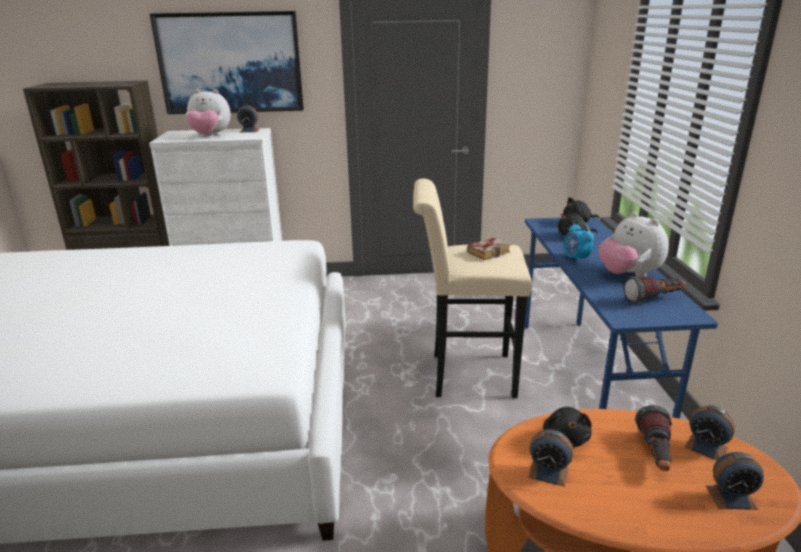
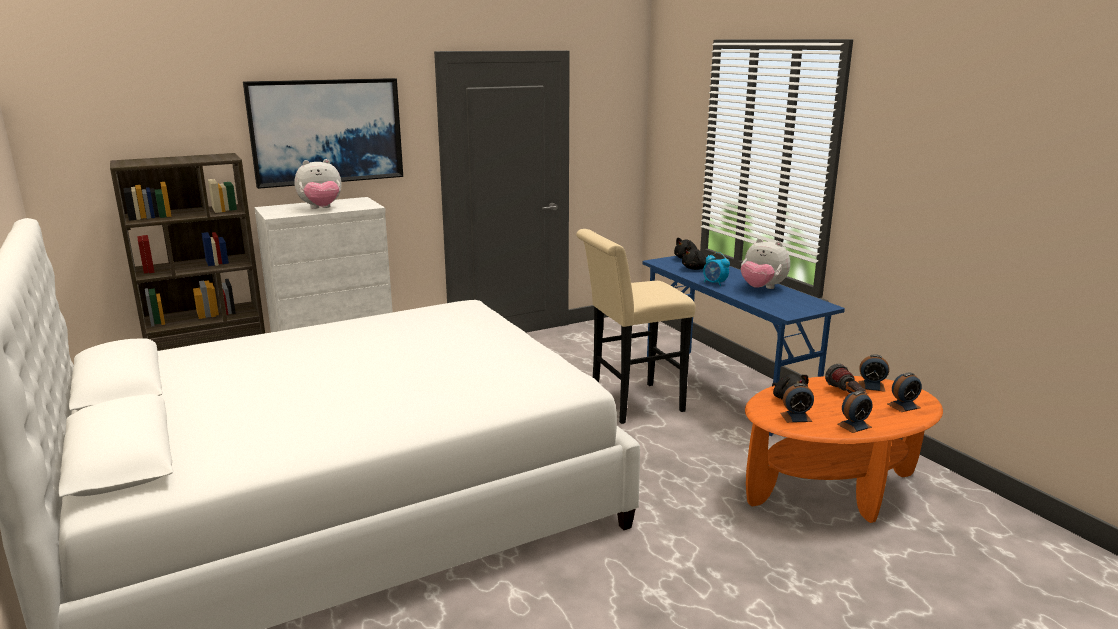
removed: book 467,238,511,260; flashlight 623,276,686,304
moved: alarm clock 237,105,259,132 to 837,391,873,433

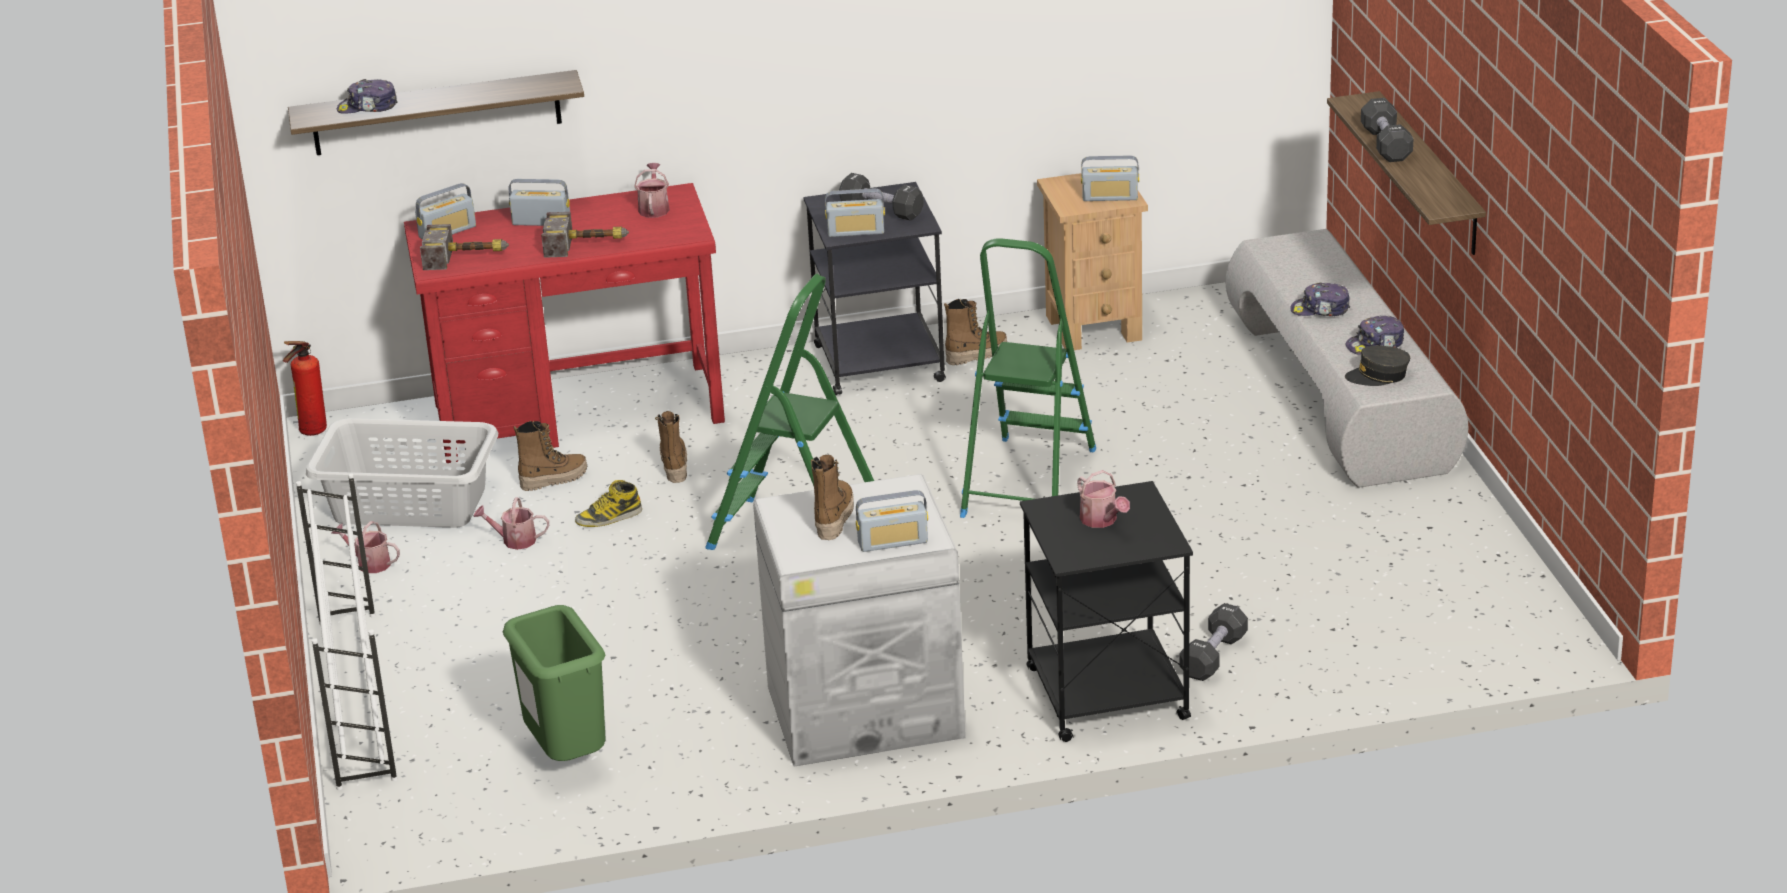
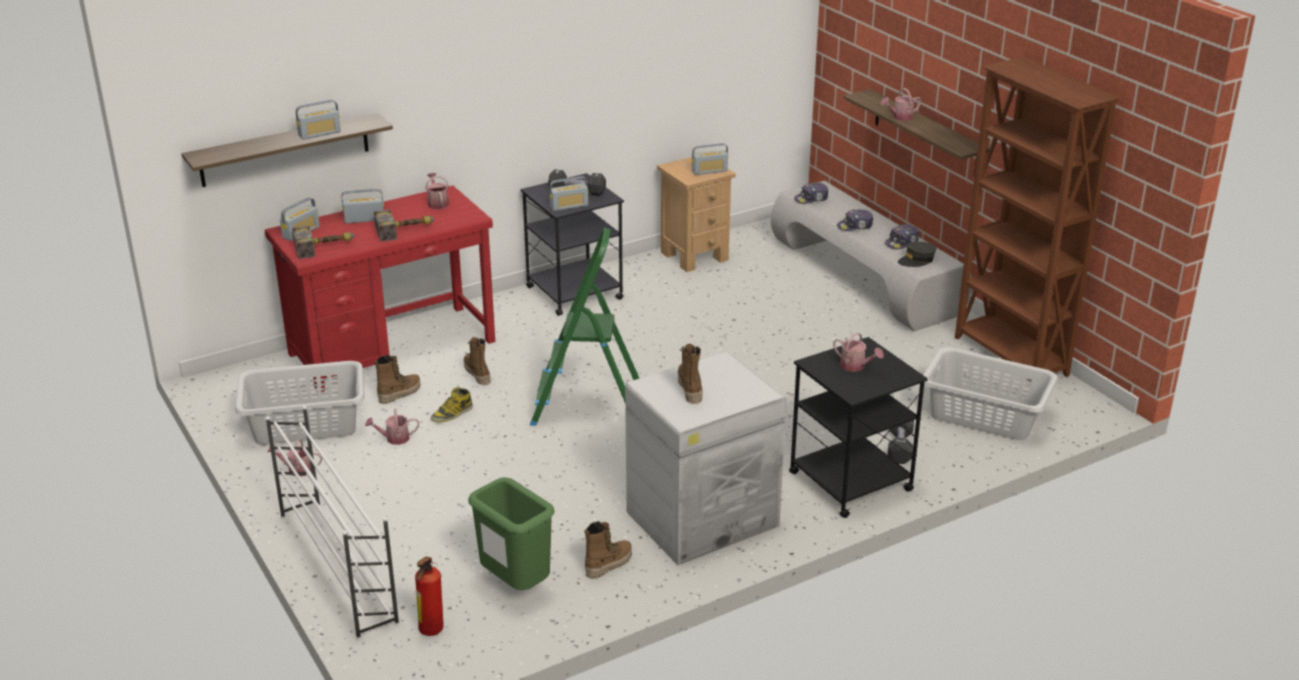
removed: green step ladder 960,238,1096,518
added: grey laundry basket 923,348,1058,440; brown bookcase 955,57,1121,381
moved: fire extinguisher 283,341,327,436 to 415,557,443,636; cap 337,79,398,114 to 794,182,828,204; radio 856,490,928,552 to 296,100,341,140; boot 944,299,1007,365 to 584,521,632,579
replaced: black dumbbell 1361,98,1413,162 to watering can 881,88,922,121

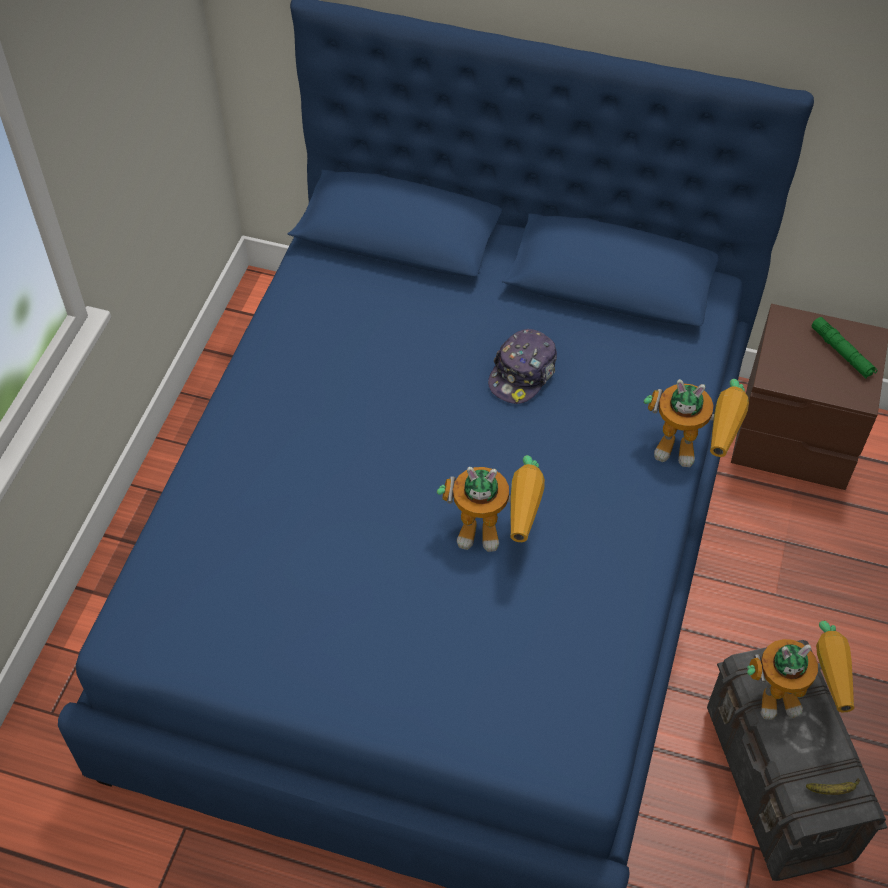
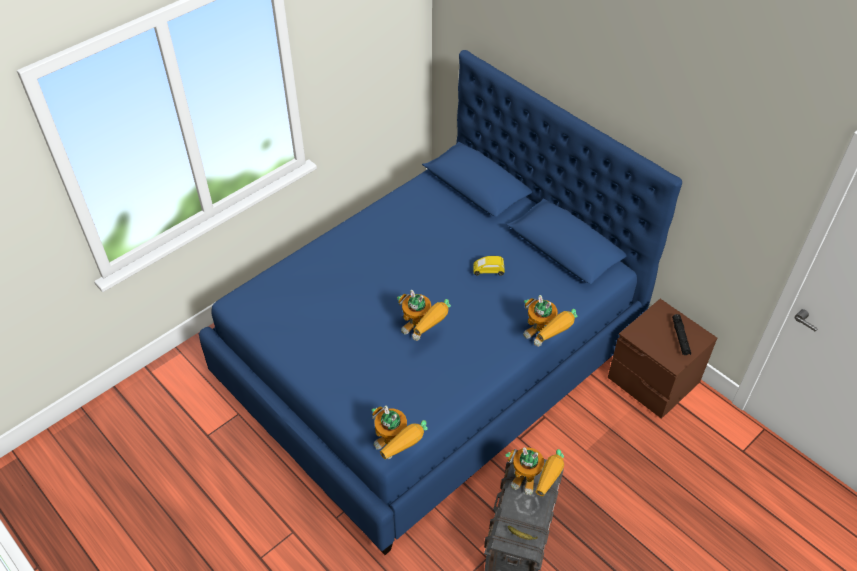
added: toy robot 372,406,428,460
replaced: cap 488,329,557,404 to yellow toy car 473,256,505,276
recoloured: green flashlight 812,317,877,379 to black flashlight 672,314,691,355

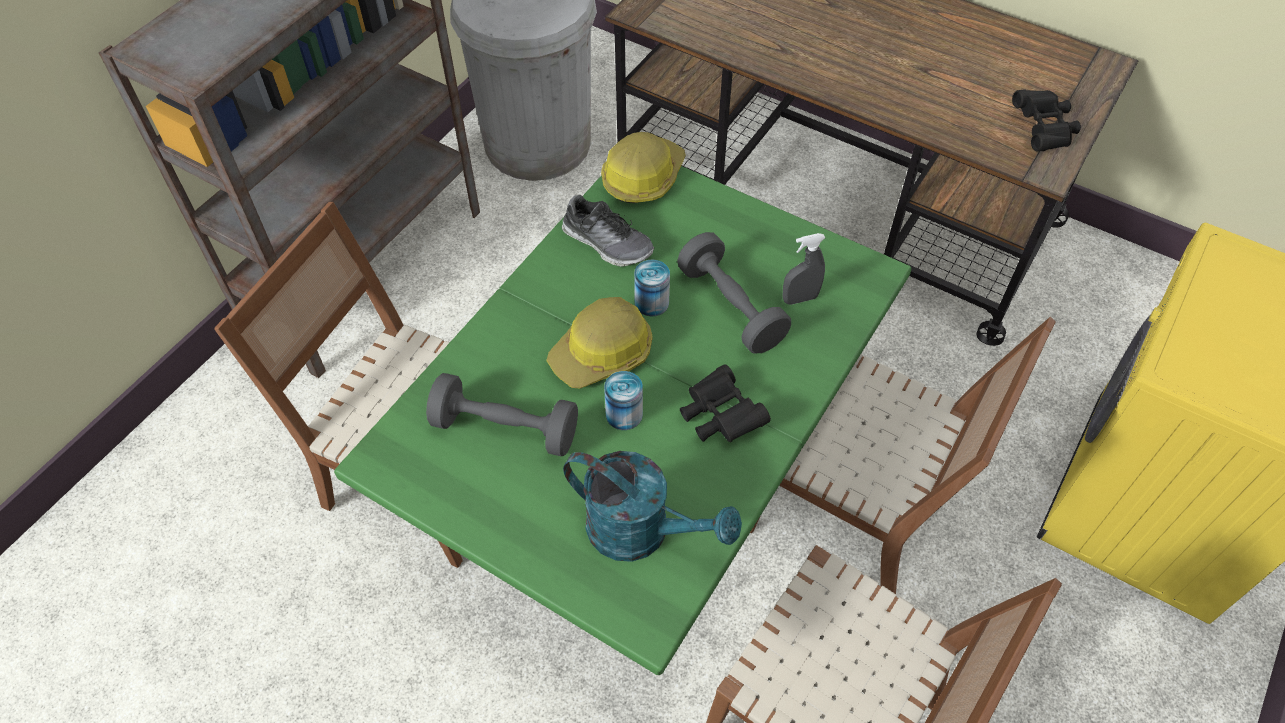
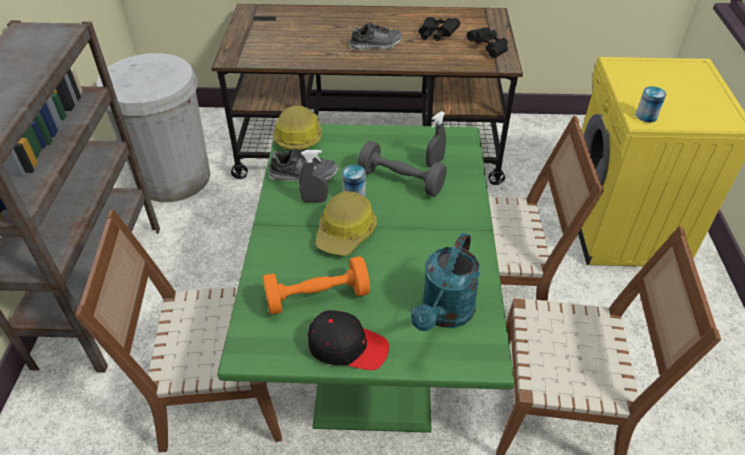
added: grey spray bottle 299,150,328,203; black cap 308,310,389,370; shoe 349,23,402,51
moved: can 604,371,643,430 to 636,86,666,122; black binoculars 680,364,771,442 to 419,17,460,41
recoloured: grey dumbbell 426,373,578,456 to orange dumbbell 263,256,370,315
turned: turquoise watering can 563,451,742,562 = 411,233,480,331 120 degrees clockwise

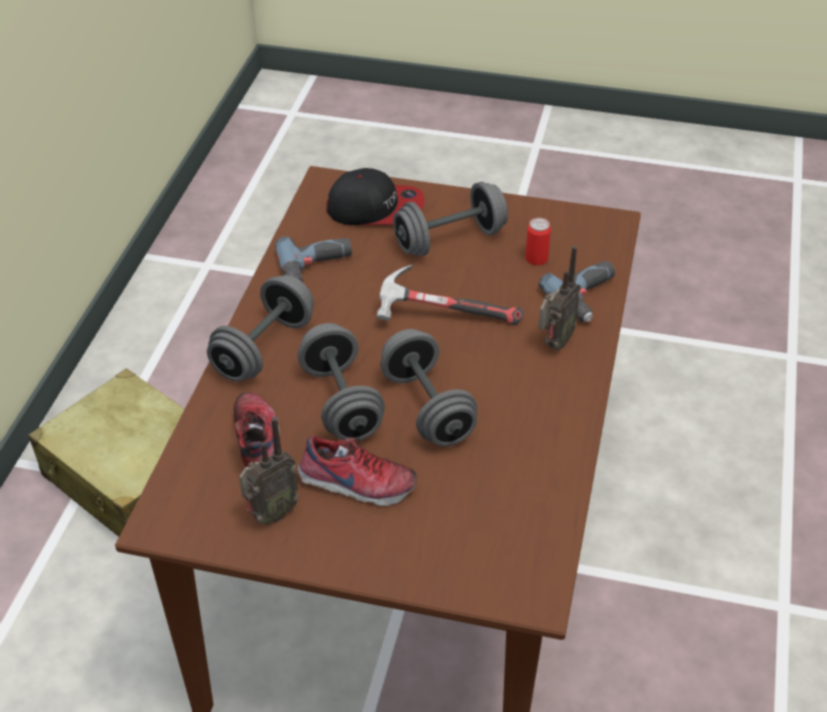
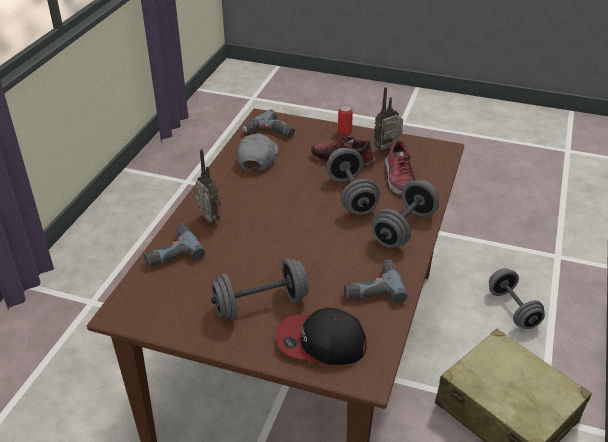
removed: hammer 376,264,523,325
added: grey cap 237,133,279,171; power drill 242,109,295,138
moved: grey dumbbell 381,329,477,446 to 489,268,545,329; can 525,218,551,265 to 338,105,353,135
turned: radio 538,246,581,350 = 193,149,221,223 105 degrees clockwise

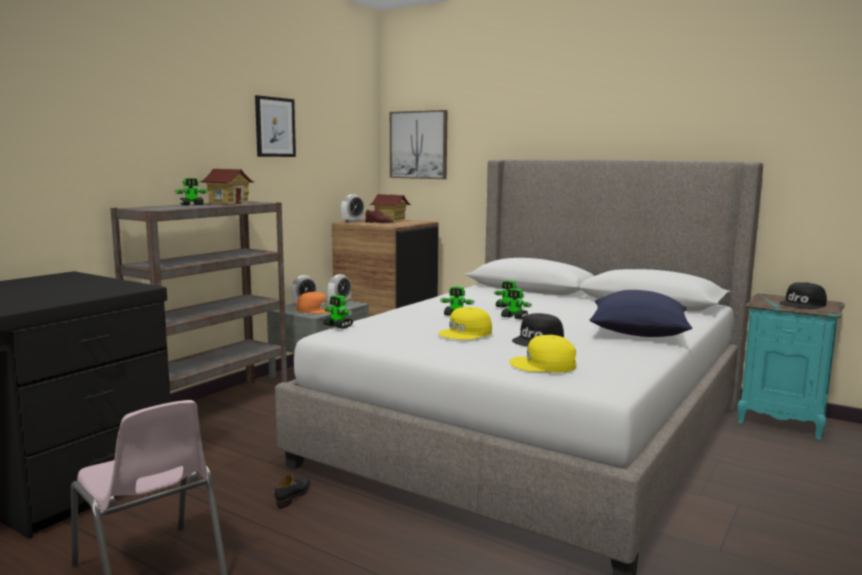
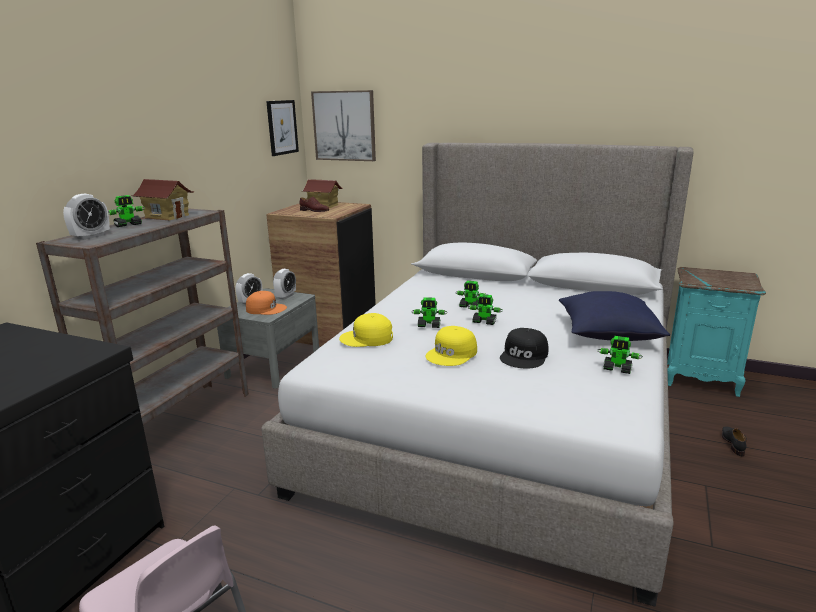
removed: black cap 779,282,827,309
moved: picture 255,95,296,157 to 266,100,299,156; black shoe 275,474,310,508 to 722,426,747,457; toy robot 323,295,353,329 to 598,336,643,374; alarm clock 341,194,364,222 to 63,194,110,240; yellow cap 509,335,576,373 to 339,313,393,347

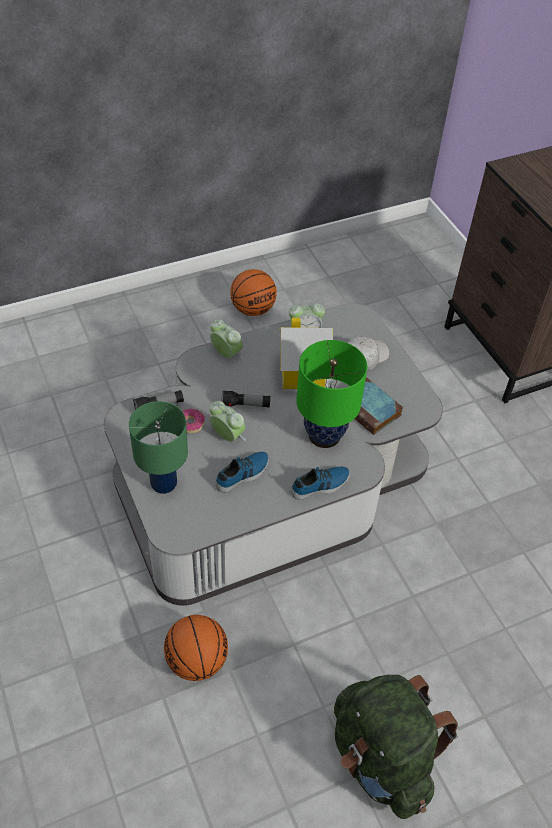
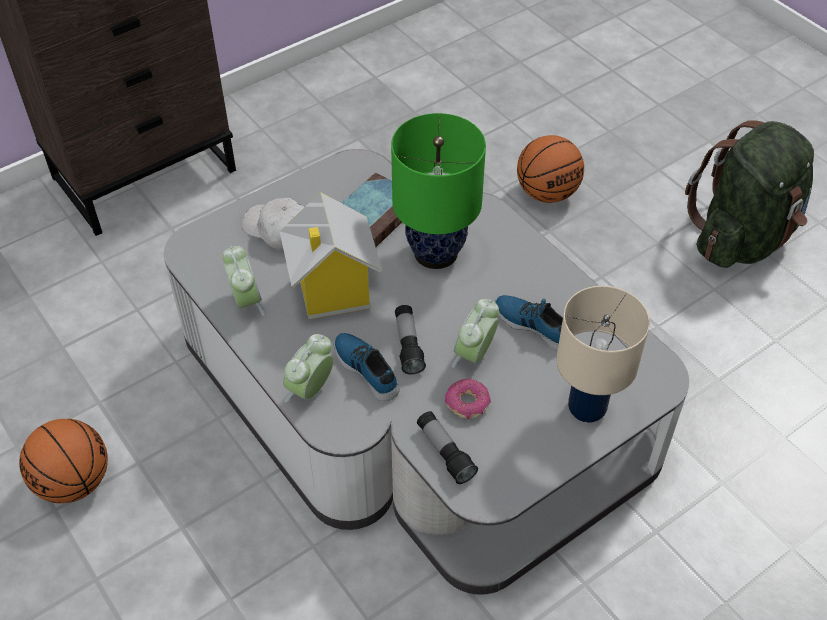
moved: basketball 164,615,228,681 to 517,135,584,203; shoe 291,467,350,500 to 334,333,400,401
recoloured: green table lamp 129,401,188,494 to beige table lamp 556,286,650,423

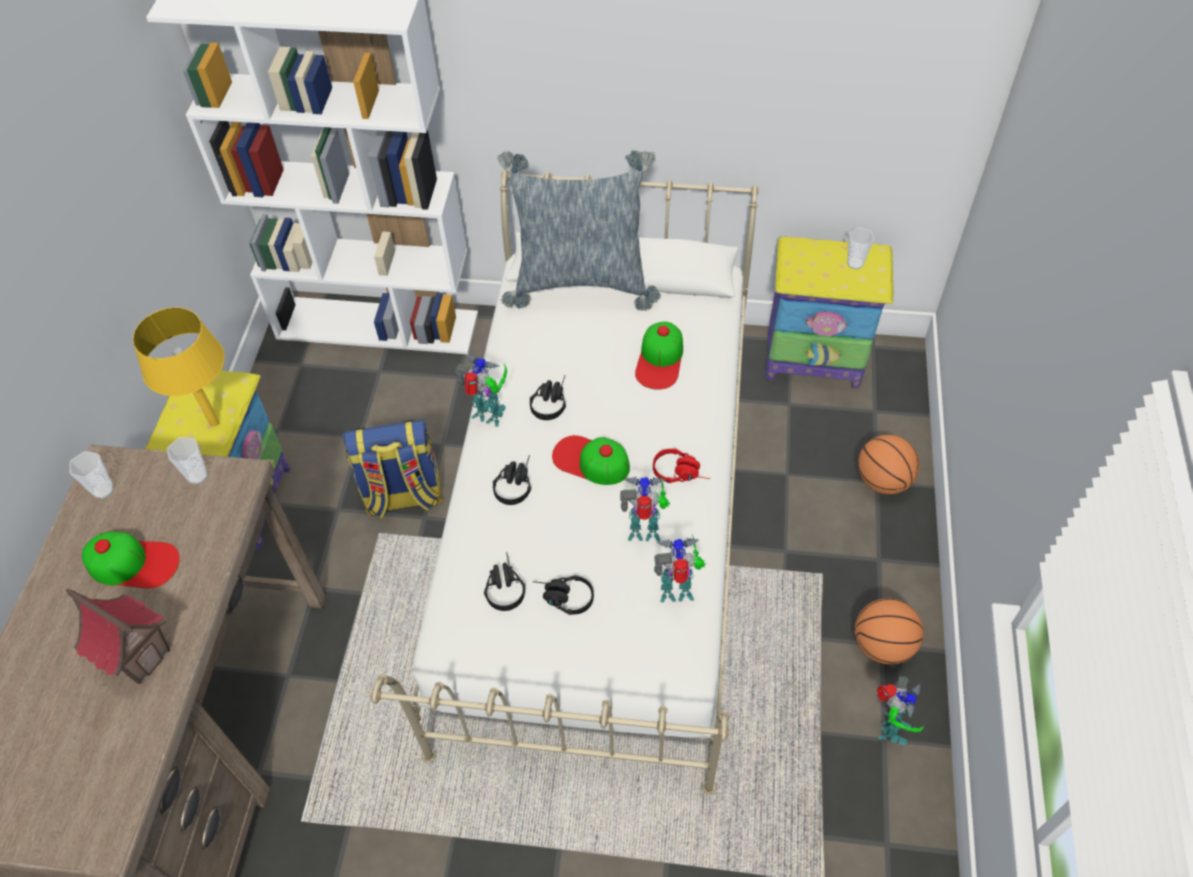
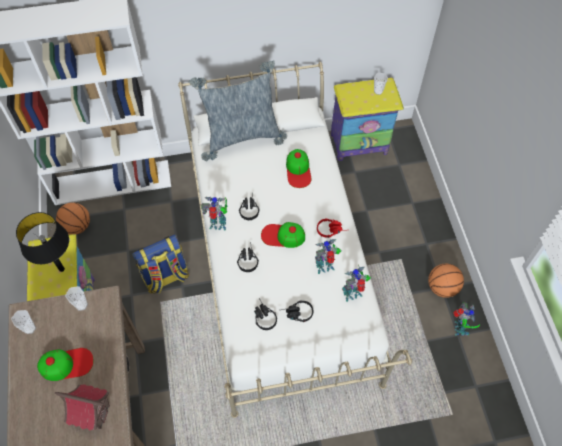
moved: basketball 858,435,920,494 to 56,202,90,235
recoloured: yellow table lamp 133,307,225,427 to black table lamp 16,212,69,272

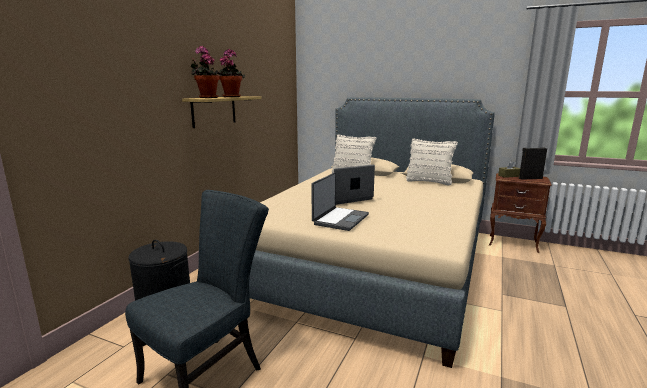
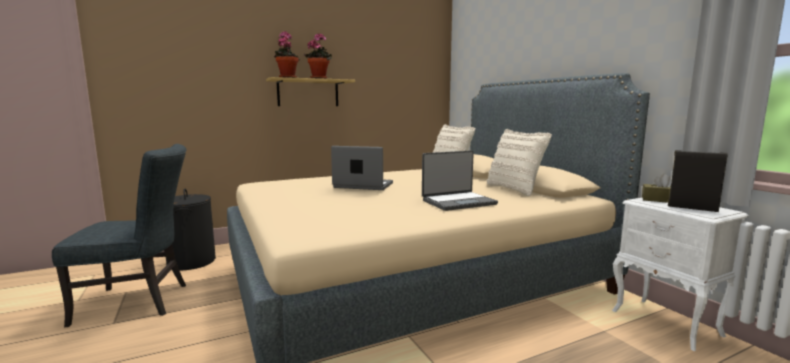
moved: laptop 311,173,369,231 to 422,151,498,211
recoloured: brown nightstand 489,173,552,253 to white nightstand 612,198,748,351

